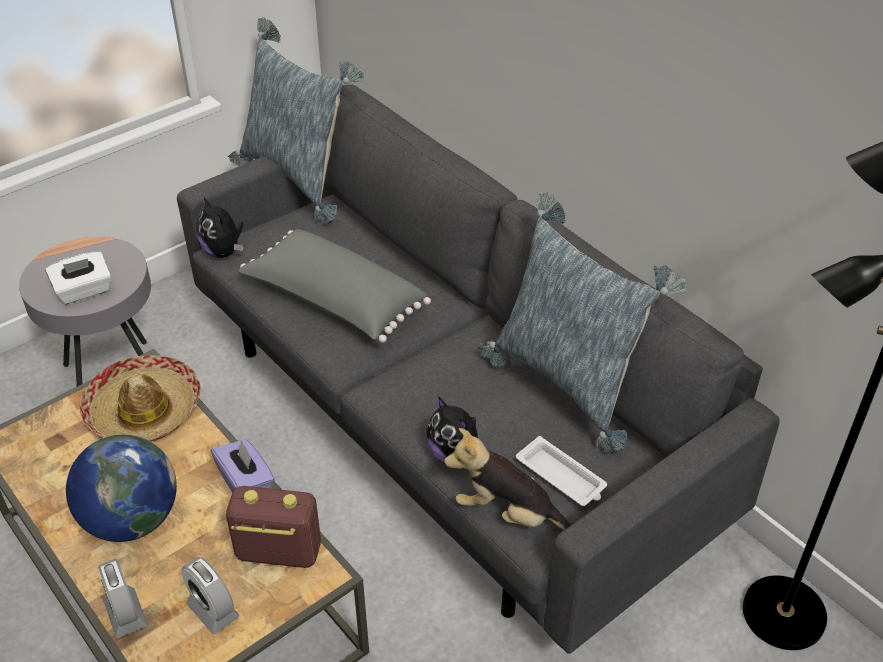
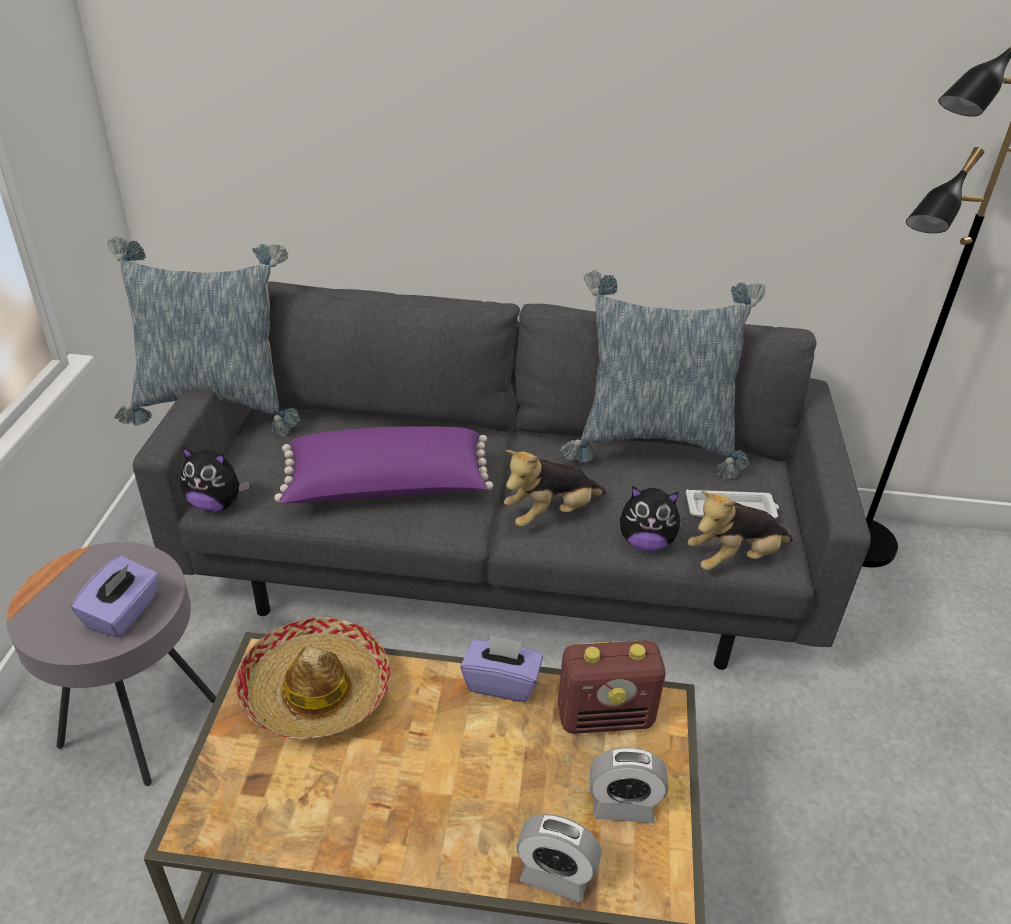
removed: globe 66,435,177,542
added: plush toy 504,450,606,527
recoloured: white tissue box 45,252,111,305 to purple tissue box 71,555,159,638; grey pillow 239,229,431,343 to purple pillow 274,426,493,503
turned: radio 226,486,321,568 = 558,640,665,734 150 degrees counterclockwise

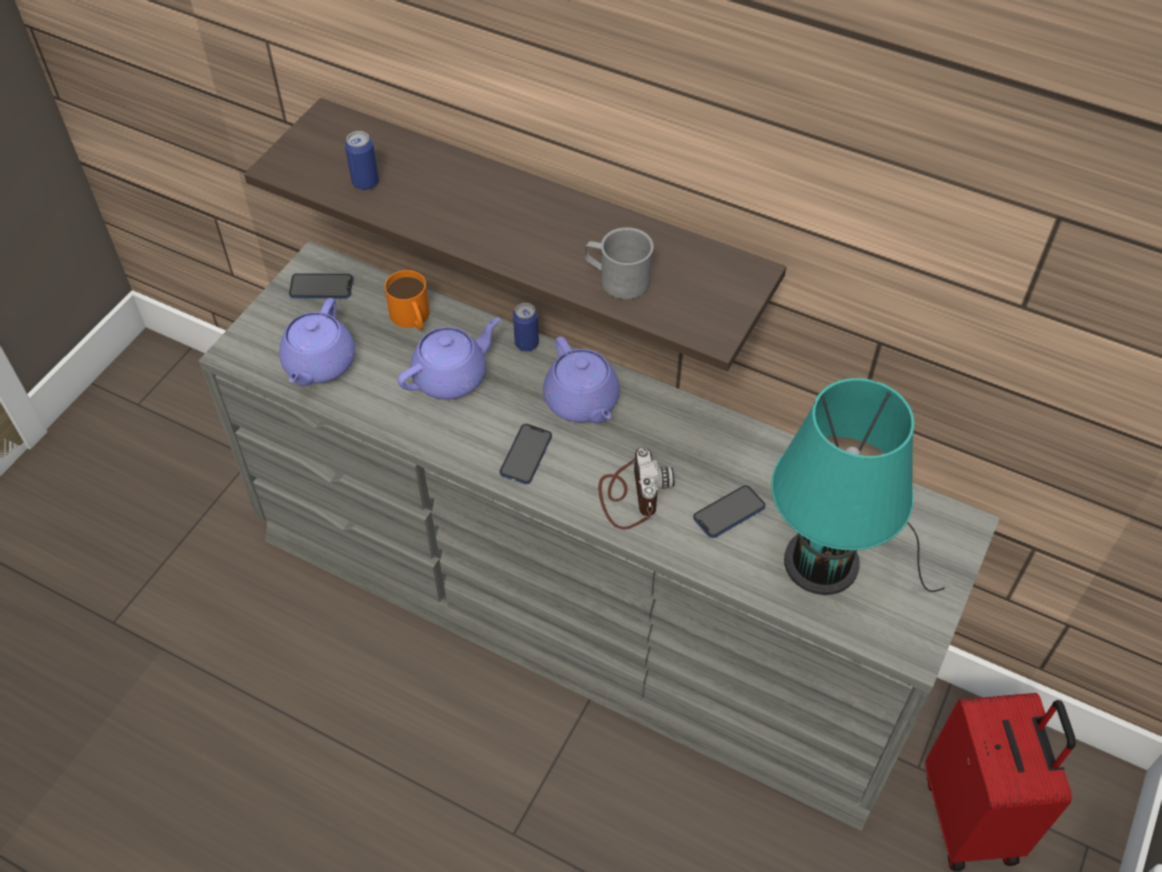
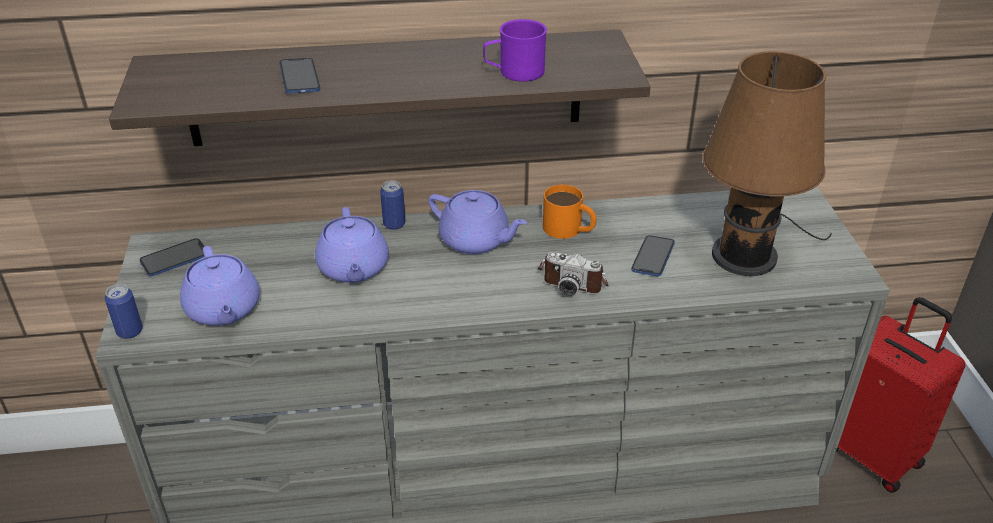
moved: can 345,131,379,190 to 105,284,143,339; orange mug 385,270,430,330 to 543,185,597,239; phone 500,424,552,484 to 279,58,320,93
recoloured: grey mug 585,227,654,299 to purple mug 483,19,547,82; turquoise table lamp 771,378,945,595 to brown table lamp 702,51,832,276
turned: purple teapot 397,318,500,400 = 315,207,389,283 150 degrees clockwise; photo camera 598,447,674,529 = 537,252,608,296 150 degrees clockwise

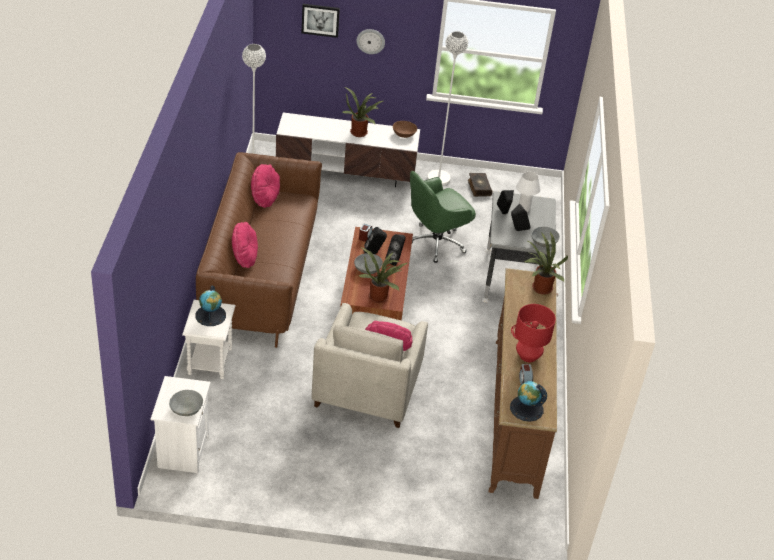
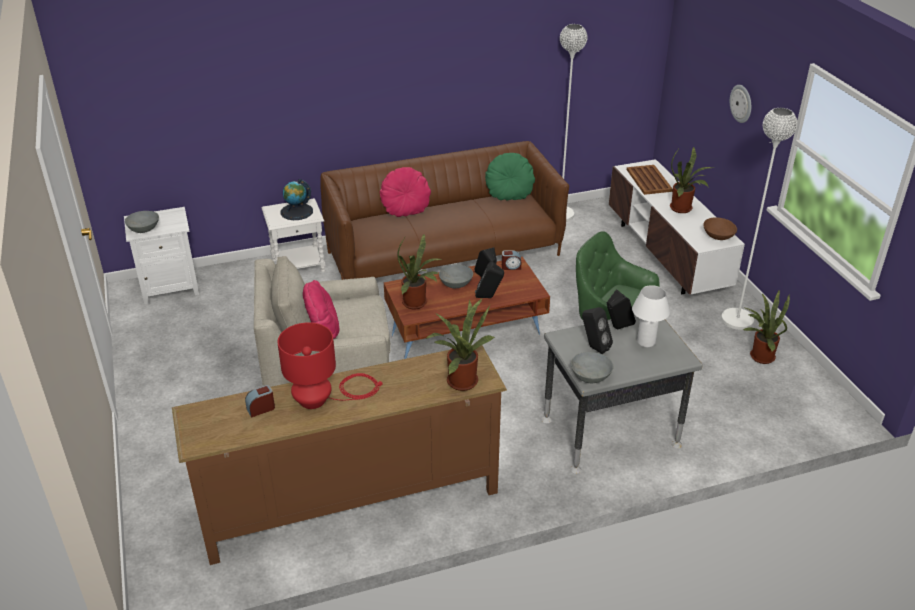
removed: picture 302,4,340,38; globe 510,381,547,422
added: brown tray 627,165,673,195
replaced: book 468,173,493,197 to potted plant 743,289,790,364
recoloured: pink pillow 251,164,280,208 to green pillow 485,153,535,201

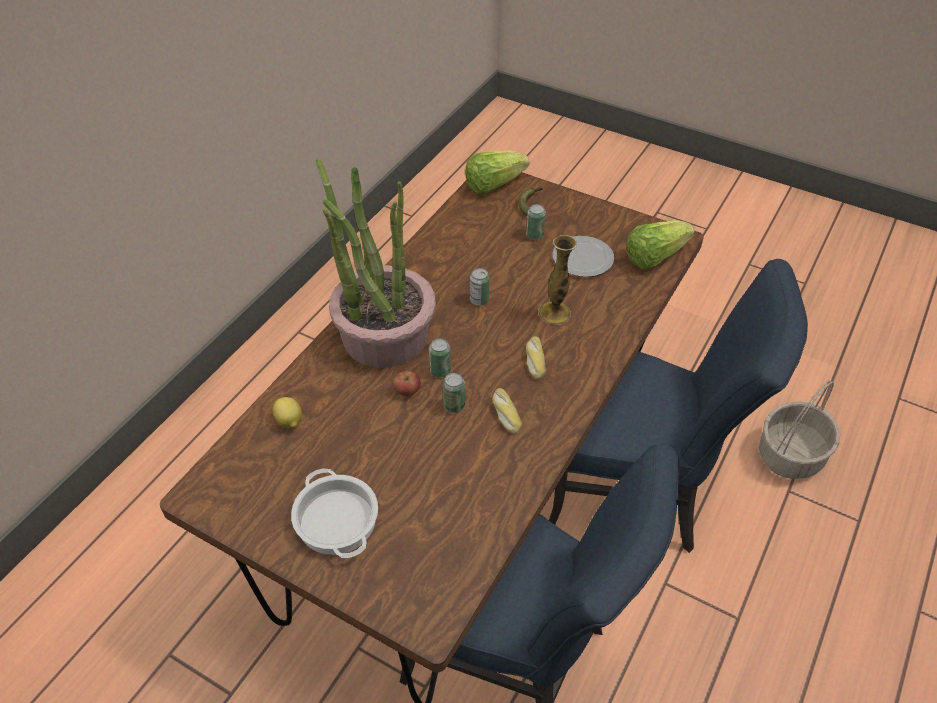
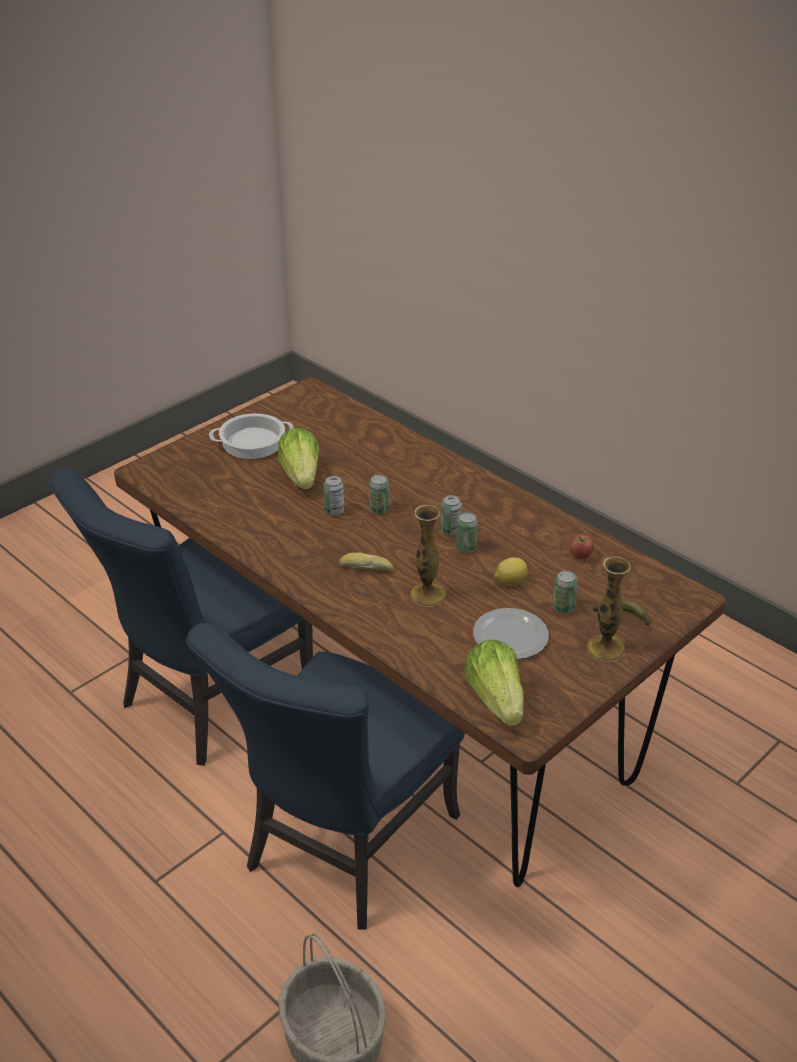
removed: potted plant 316,158,436,368; bread 492,388,522,434
added: can 441,495,462,536; vase 587,556,631,662
moved: lemon 272,397,302,428 to 495,557,528,586; apple 394,371,421,397 to 569,534,594,560; lettuce 465,150,529,195 to 277,428,320,489

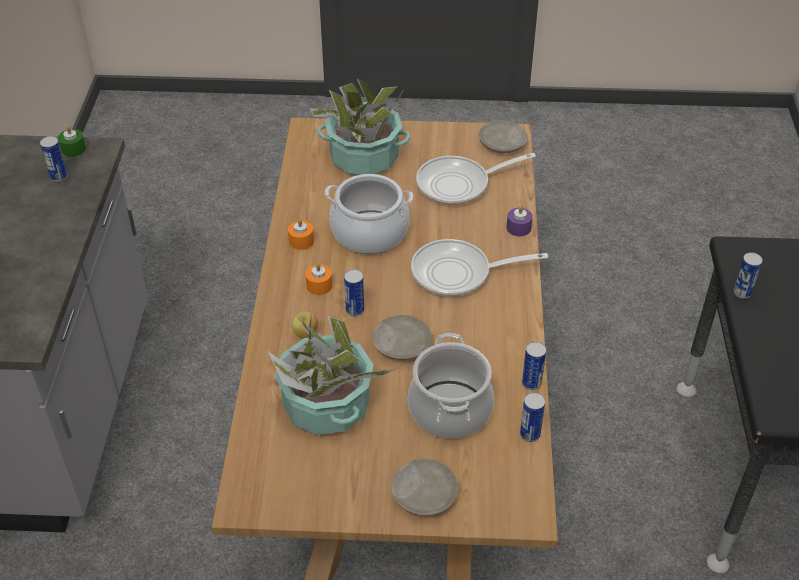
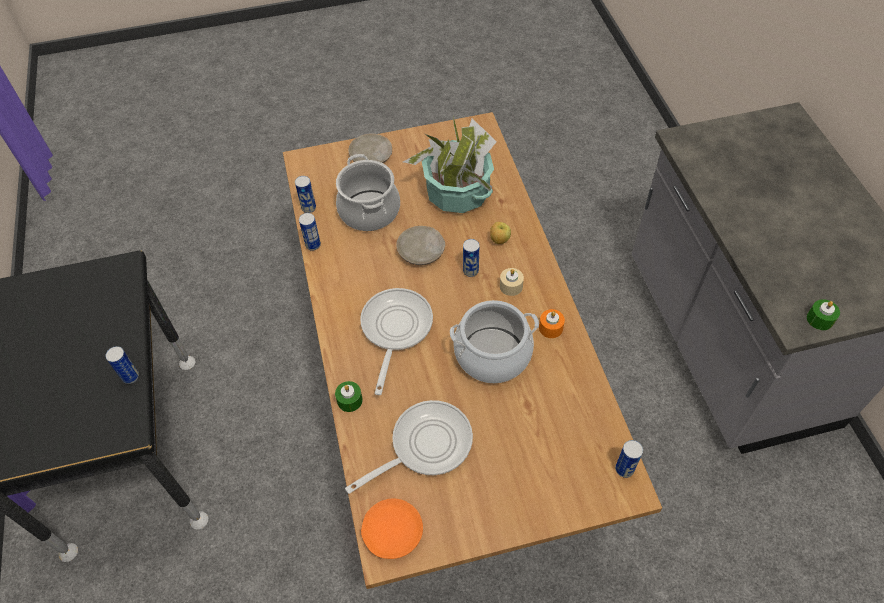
removed: potted plant 310,79,411,176
moved: can 40,136,68,182 to 615,440,643,478
recoloured: orange candle 305,263,333,295 to beige candle 500,268,524,296; beige plate 479,120,528,153 to orange plate 361,498,423,559; purple candle 507,205,533,236 to green candle 335,381,363,412
turned: frying pan 411,239,548,297 = 360,288,433,395 60 degrees counterclockwise

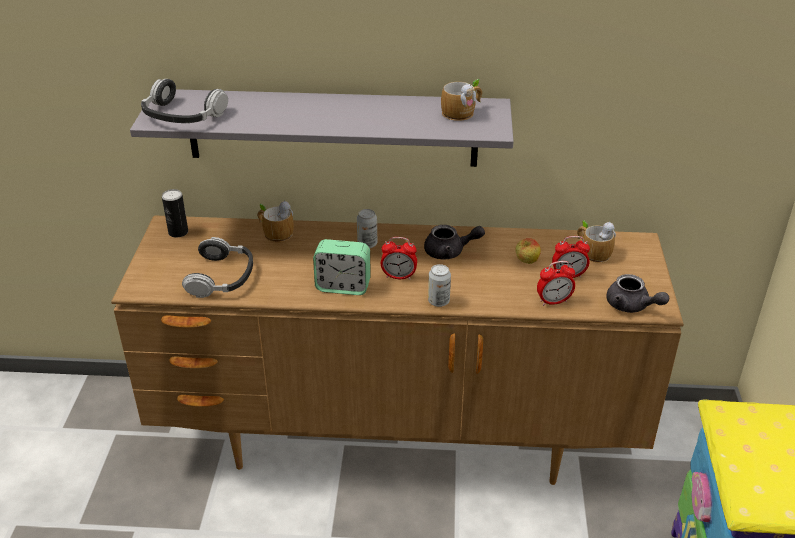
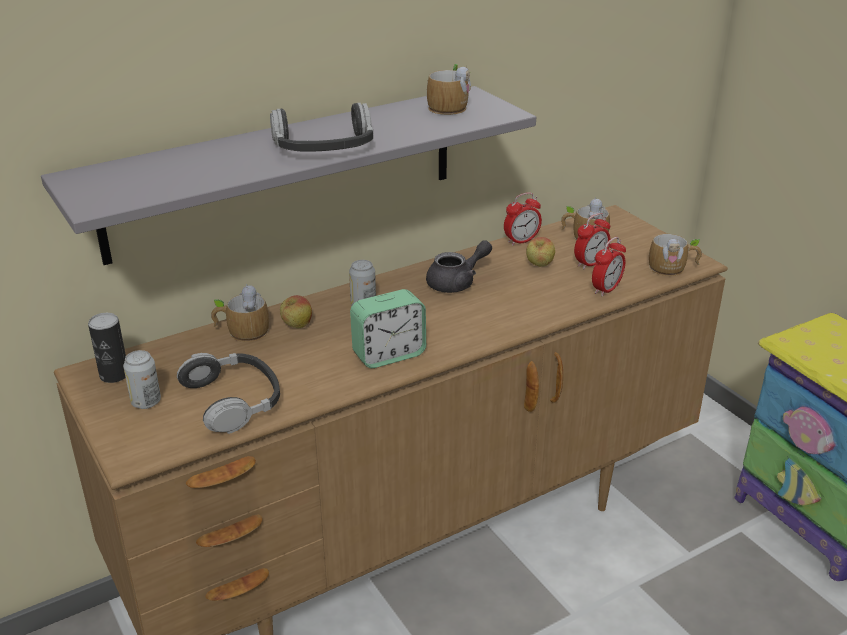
added: apple 280,295,312,328
moved: headphones 141,79,228,123 to 270,103,373,152; alarm clock 381,237,417,280 to 504,192,542,246; can 428,264,451,307 to 123,350,161,409
replaced: grey teapot 606,274,669,313 to mug 649,234,702,276

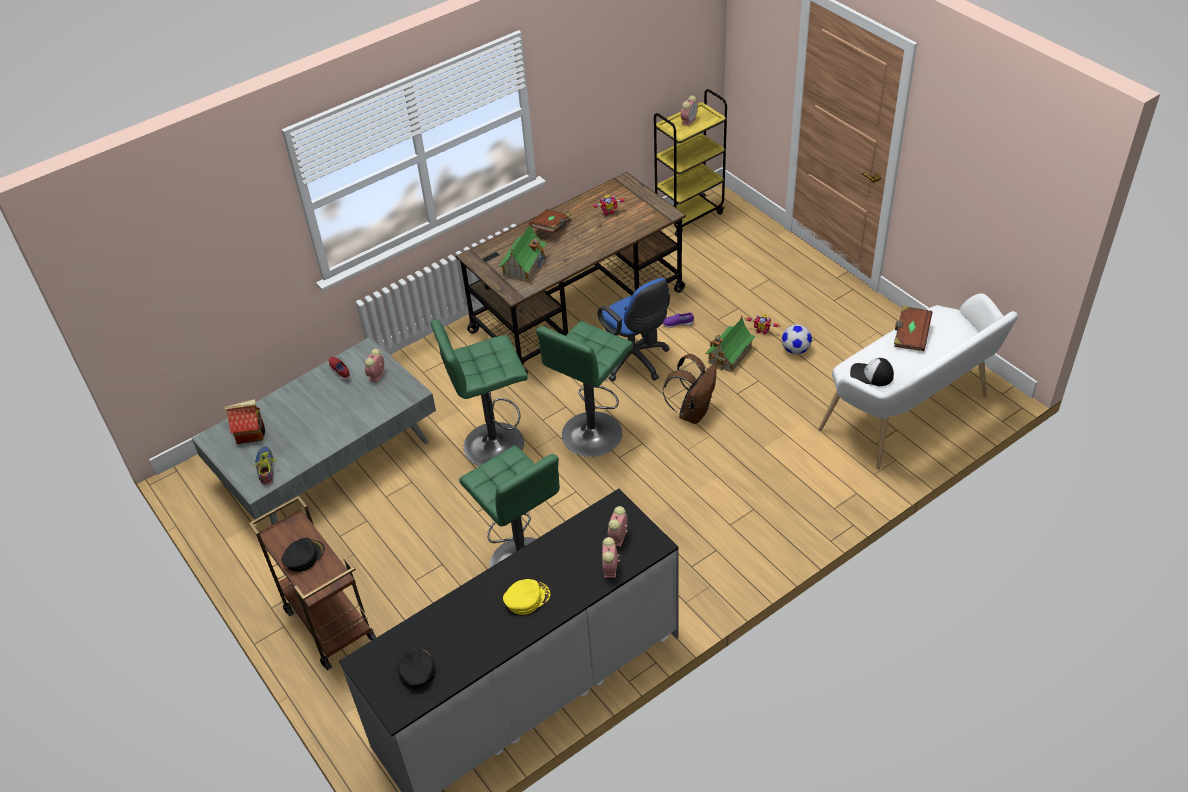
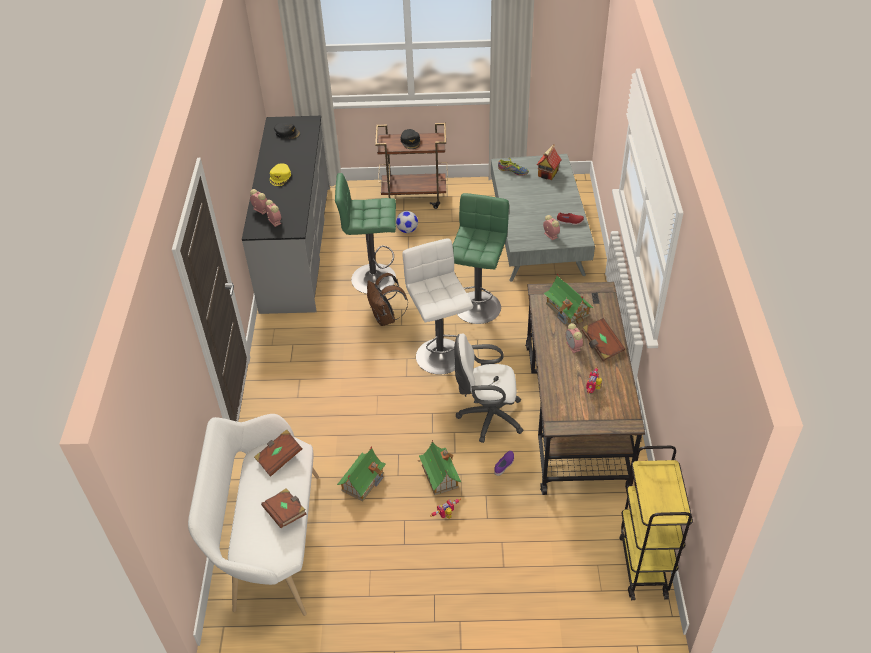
added: toy house 337,446,386,502
moved: brown backpack 663,354,717,424 to 367,273,408,326; alarm clock 681,95,698,126 to 566,323,583,353; football 782,324,812,354 to 396,211,418,233
replaced: cap 850,358,894,386 to brown book 254,429,302,477
recoloured: green stool 536,321,633,457 to white stool 402,238,473,375; blue office chair 597,278,670,381 to white office chair 454,334,523,443

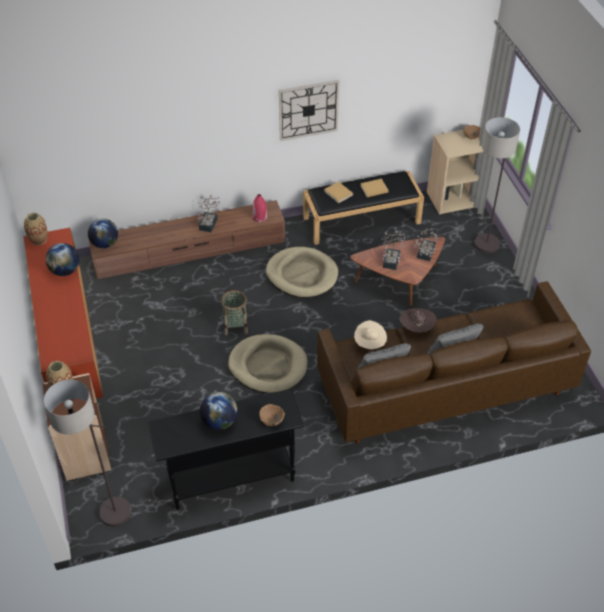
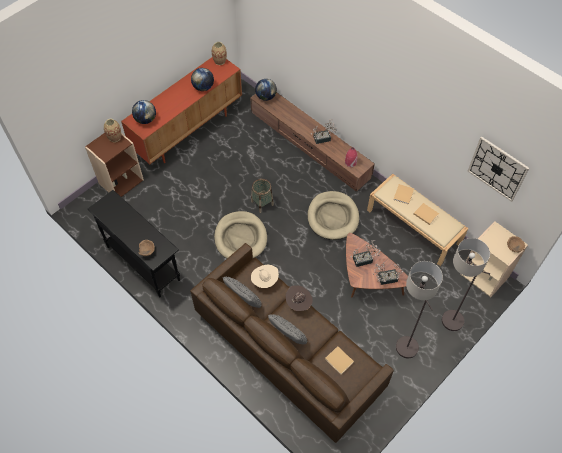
added: beige book 325,346,354,374
moved: grey floor lamp 44,380,131,527 to 396,261,443,358; globe 200,392,238,430 to 132,100,156,124; wall clock 279,80,339,141 to 468,137,529,202
recoloured: black bench 303,171,424,245 to beige bench 367,174,468,266

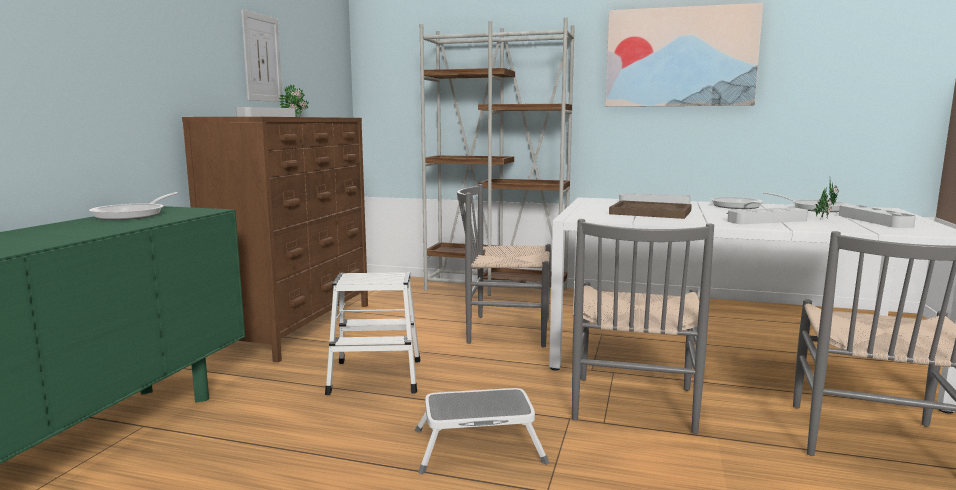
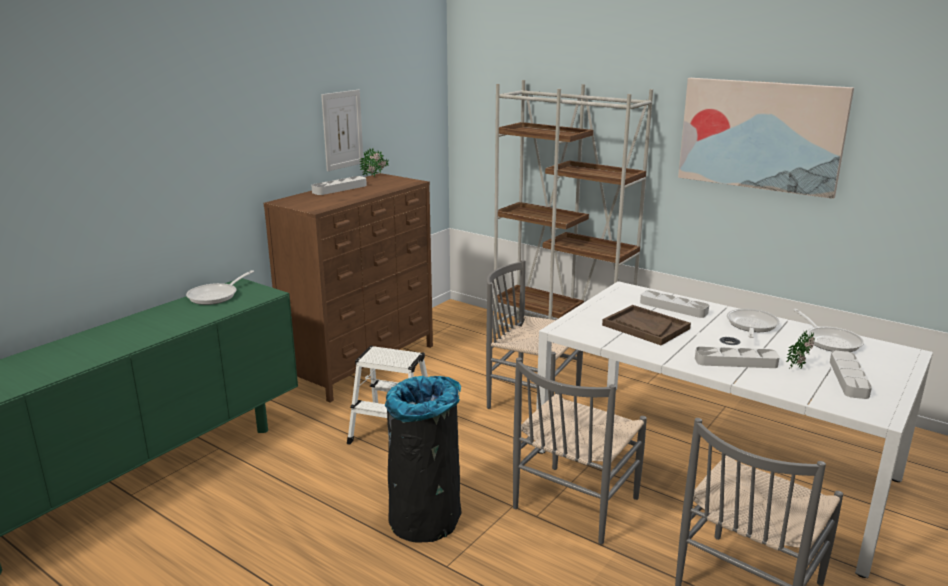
replaced: grey step ladder 415,388,549,474 to black trash can 385,376,461,542

